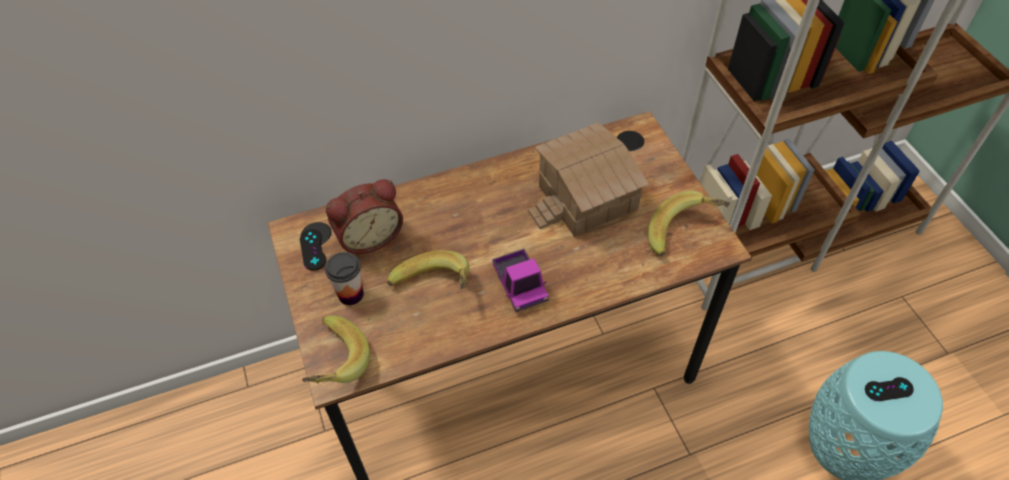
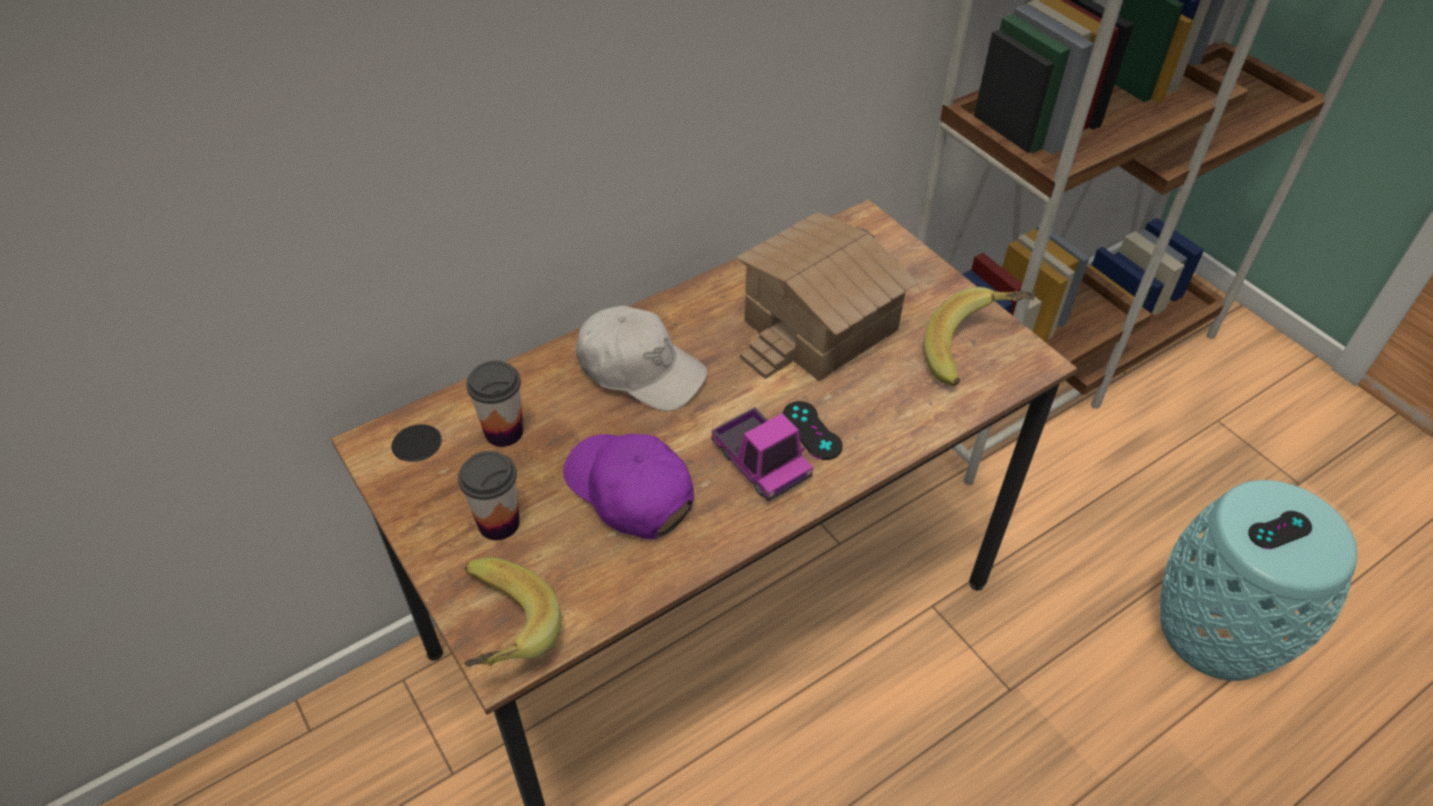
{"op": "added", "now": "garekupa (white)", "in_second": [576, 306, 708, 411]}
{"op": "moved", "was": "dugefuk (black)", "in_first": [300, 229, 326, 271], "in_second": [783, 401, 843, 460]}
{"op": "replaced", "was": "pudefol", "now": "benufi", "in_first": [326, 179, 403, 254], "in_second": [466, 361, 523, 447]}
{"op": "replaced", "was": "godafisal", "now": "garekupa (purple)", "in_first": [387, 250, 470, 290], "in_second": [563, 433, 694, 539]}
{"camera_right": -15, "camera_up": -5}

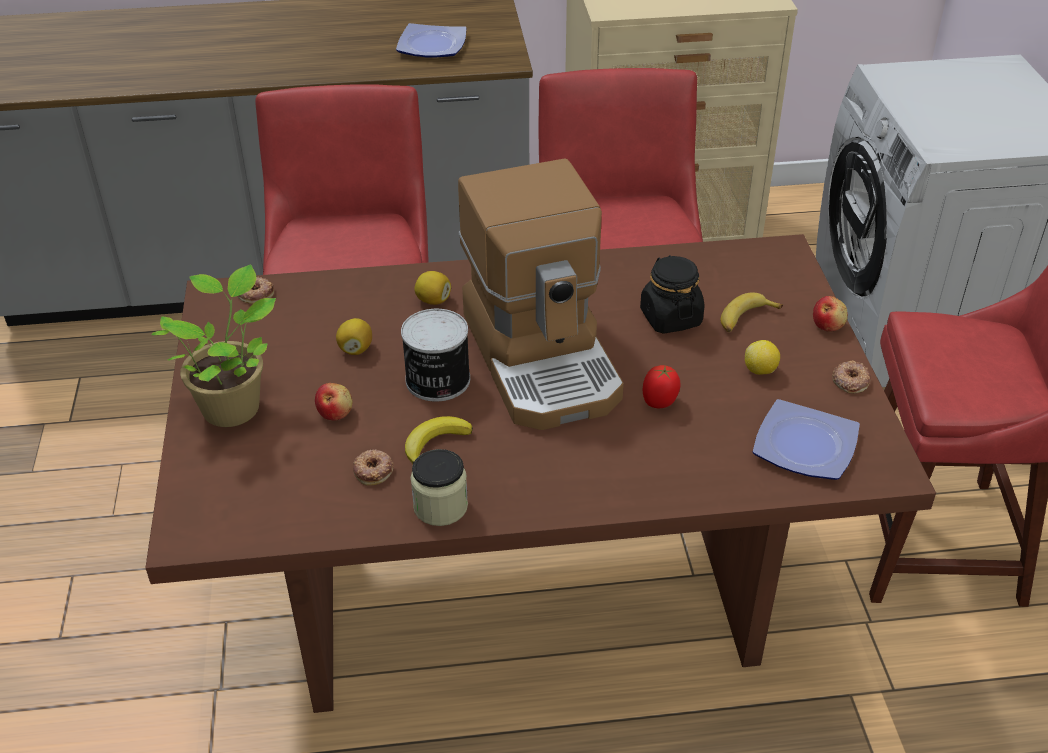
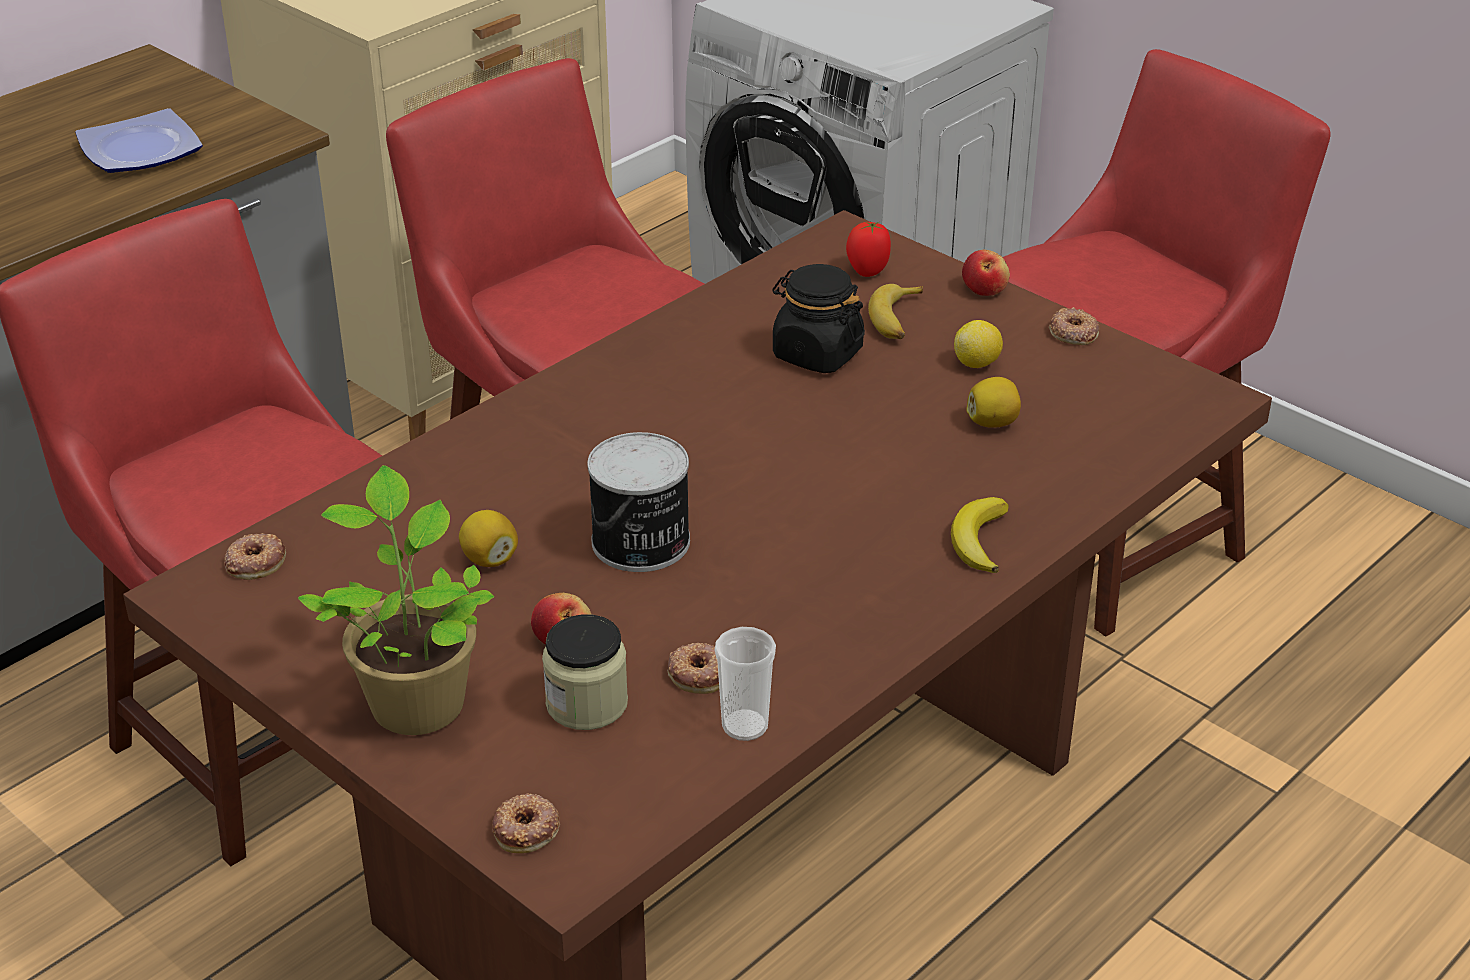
{"op": "removed", "was": "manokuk", "in_first": [458, 158, 624, 430]}
{"op": "removed", "was": "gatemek", "in_first": [752, 399, 860, 480]}
{"op": "added", "now": "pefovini", "in_second": [492, 793, 560, 854]}
{"op": "added", "now": "benufi", "in_second": [715, 627, 776, 741]}
{"op": "moved", "was": "godafisal", "in_first": [405, 416, 473, 464], "in_second": [951, 497, 1009, 573]}
{"op": "moved", "was": "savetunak", "in_first": [411, 449, 468, 526], "in_second": [542, 614, 628, 730]}
{"op": "moved", "was": "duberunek", "in_first": [414, 271, 451, 305], "in_second": [966, 377, 1021, 428]}
{"op": "moved", "was": "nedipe", "in_first": [643, 365, 680, 408], "in_second": [846, 222, 891, 277]}
{"camera_right": -40, "camera_up": -5}

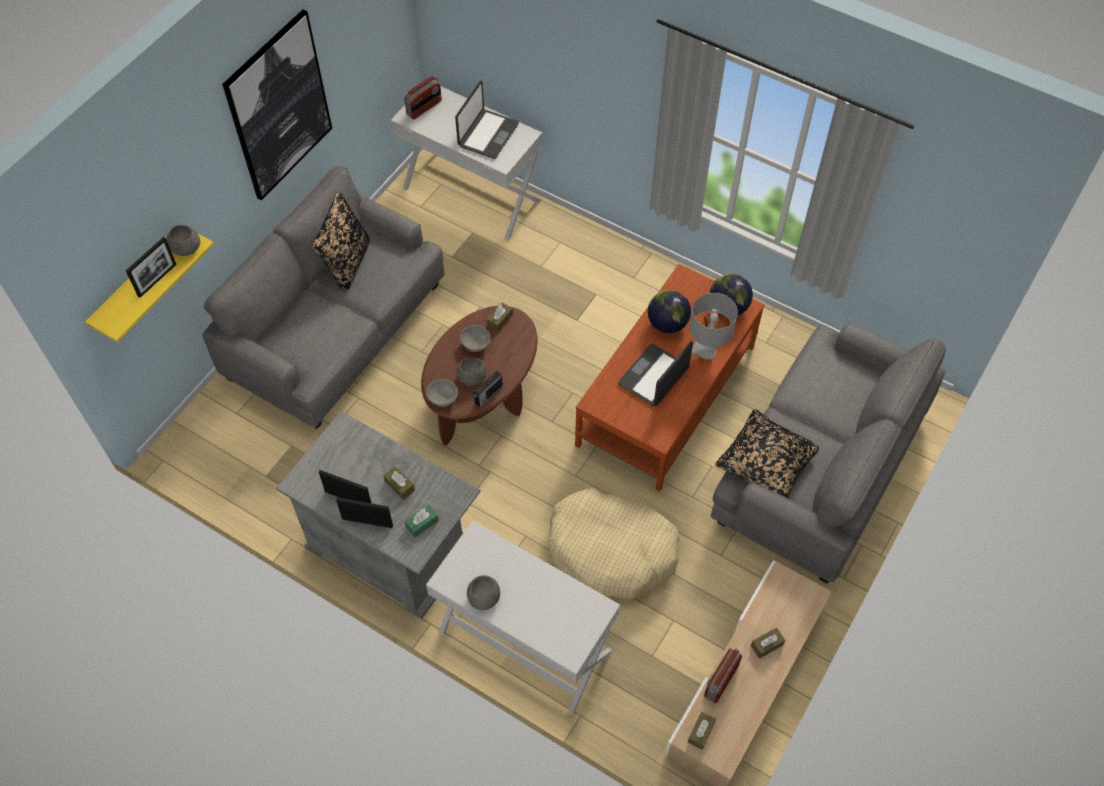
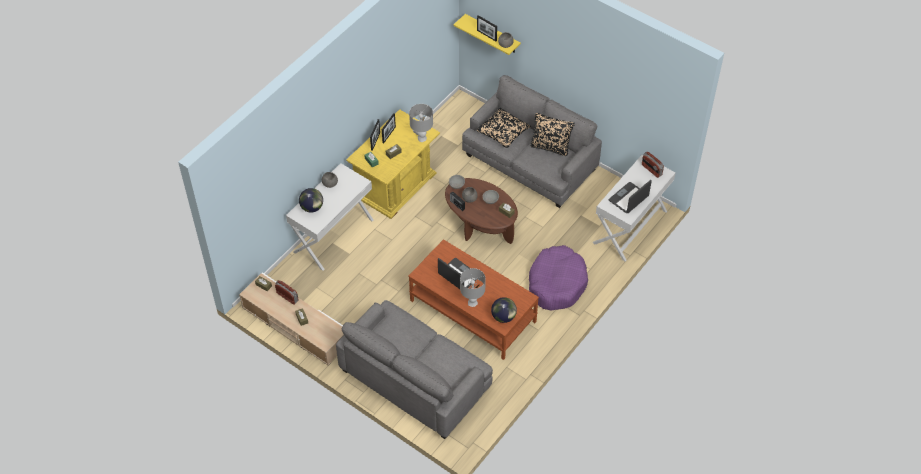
{"op": "removed", "was": "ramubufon", "in_first": [222, 9, 332, 201]}
{"op": "removed", "was": "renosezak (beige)", "in_first": [548, 488, 680, 599]}
{"op": "added", "now": "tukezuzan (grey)", "in_second": [409, 104, 433, 142]}
{"op": "added", "now": "renosezak (purple)", "in_second": [529, 245, 588, 310]}
{"op": "moved", "was": "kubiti", "in_first": [648, 290, 691, 333], "in_second": [299, 188, 323, 213]}
{"op": "moved", "was": "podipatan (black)", "in_first": [716, 409, 819, 498], "in_second": [477, 108, 531, 148]}
{"op": "recoloured", "was": "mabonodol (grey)", "now": "mabonodol (yellow)", "in_first": [276, 411, 481, 618], "in_second": [346, 109, 440, 219]}
{"op": "turned", "was": "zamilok", "in_first": [455, 81, 519, 159], "in_second": [609, 180, 652, 213], "clockwise": 105}
{"camera_right": 95, "camera_up": -5}

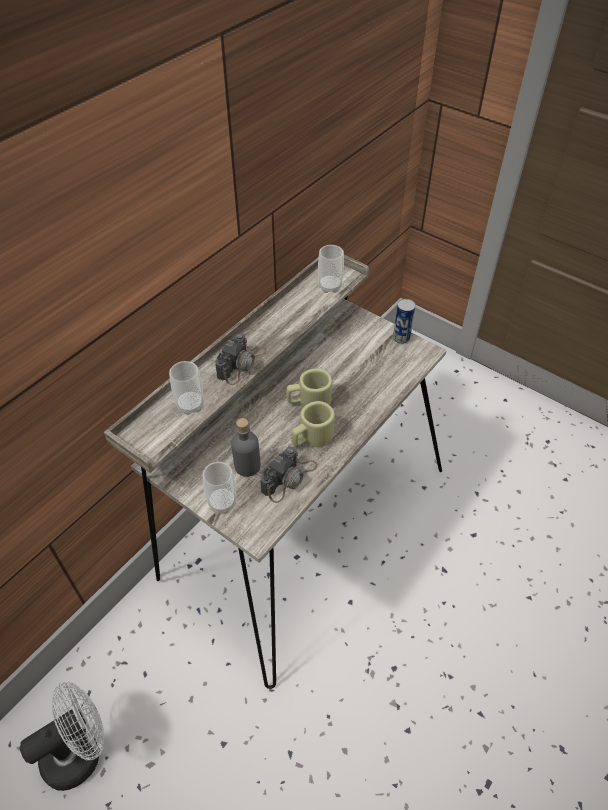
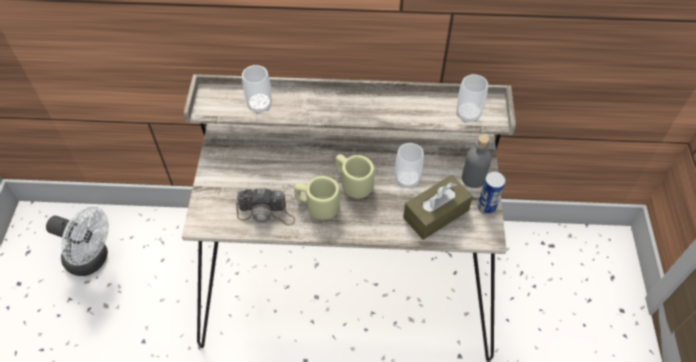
{"op": "removed", "was": "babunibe", "in_first": [215, 333, 267, 385]}
{"op": "added", "now": "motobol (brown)", "in_second": [403, 175, 473, 240]}
{"op": "moved", "was": "benufi", "in_first": [203, 462, 236, 514], "in_second": [395, 143, 424, 188]}
{"op": "moved", "was": "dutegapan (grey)", "in_first": [231, 418, 261, 477], "in_second": [462, 135, 492, 188]}
{"camera_right": 55, "camera_up": 5}

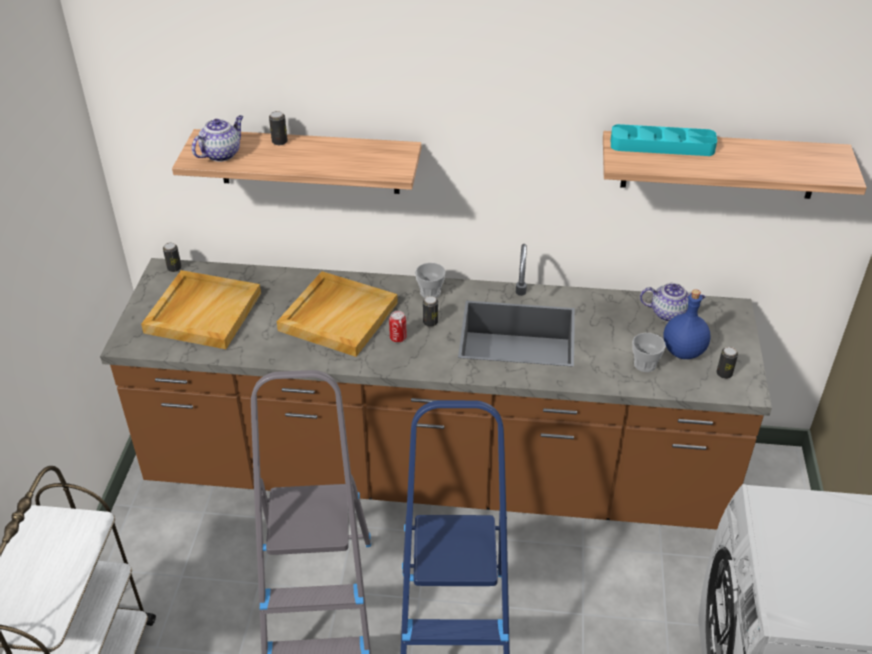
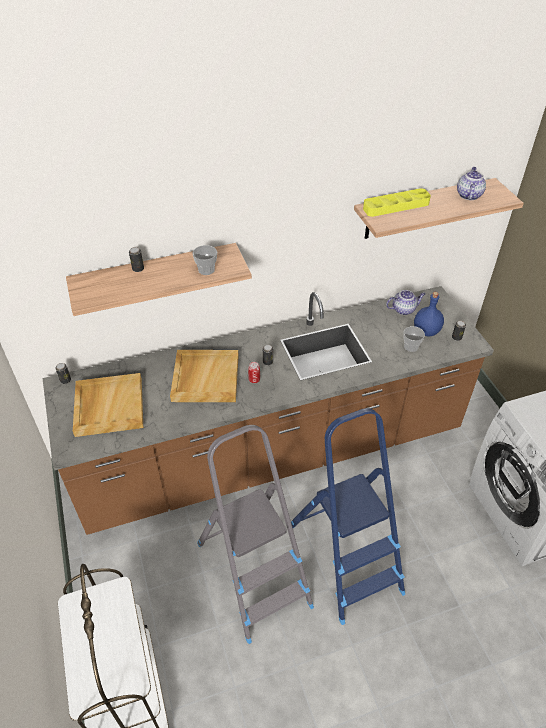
{"op": "moved", "was": "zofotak", "in_first": [192, 115, 243, 162], "in_second": [457, 167, 486, 200]}
{"op": "moved", "was": "benufi", "in_first": [415, 263, 446, 298], "in_second": [192, 245, 217, 275]}
{"op": "recoloured", "was": "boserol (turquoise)", "now": "boserol (yellow)", "in_first": [611, 124, 717, 156], "in_second": [363, 188, 431, 217]}
{"camera_right": -25, "camera_up": 5}

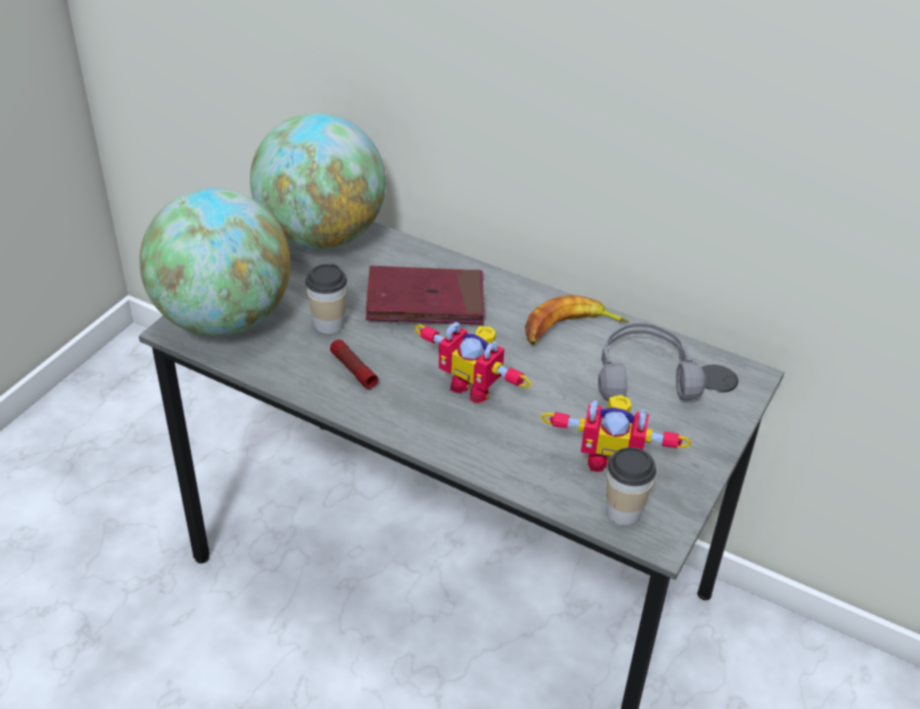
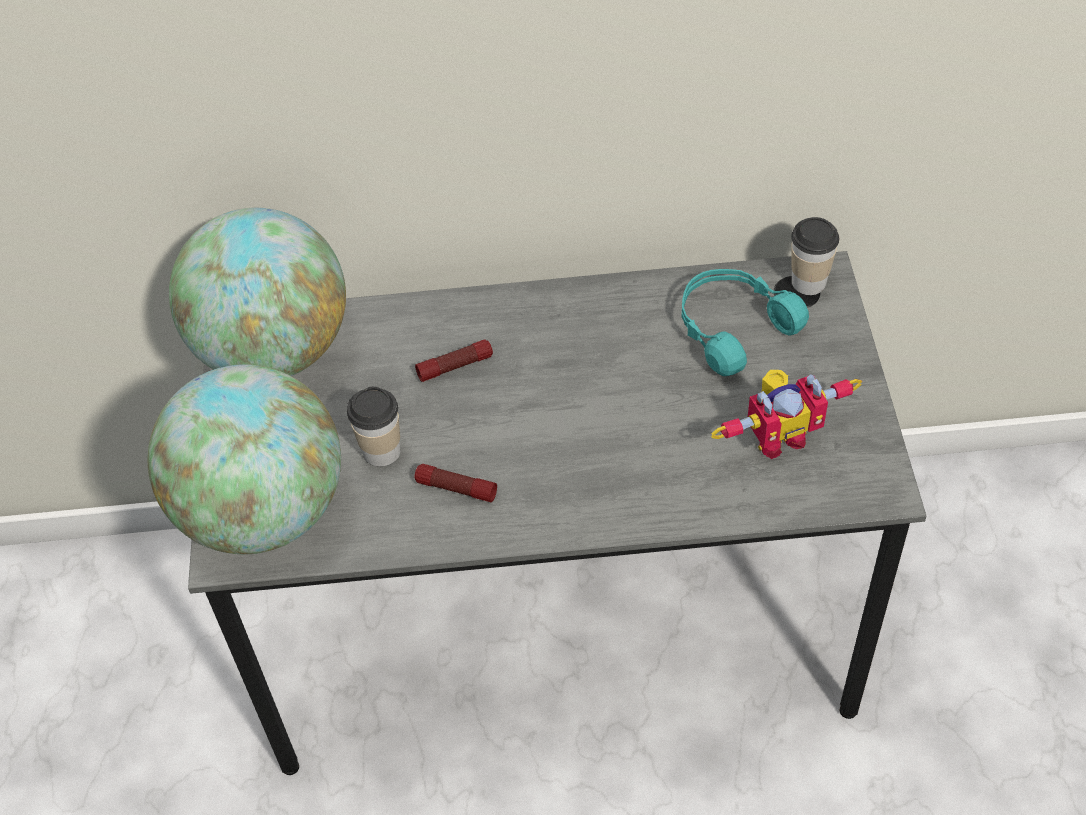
{"op": "removed", "was": "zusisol", "in_first": [415, 322, 531, 403]}
{"op": "removed", "was": "godafisal", "in_first": [524, 295, 629, 345]}
{"op": "moved", "was": "benufi", "in_first": [606, 447, 656, 525], "in_second": [791, 217, 839, 295]}
{"op": "replaced", "was": "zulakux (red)", "now": "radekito", "in_first": [366, 266, 484, 325], "in_second": [415, 340, 493, 382]}
{"op": "recoloured", "was": "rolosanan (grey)", "now": "rolosanan (turquoise)", "in_first": [598, 322, 706, 401], "in_second": [682, 269, 809, 376]}
{"camera_right": -30, "camera_up": 10}

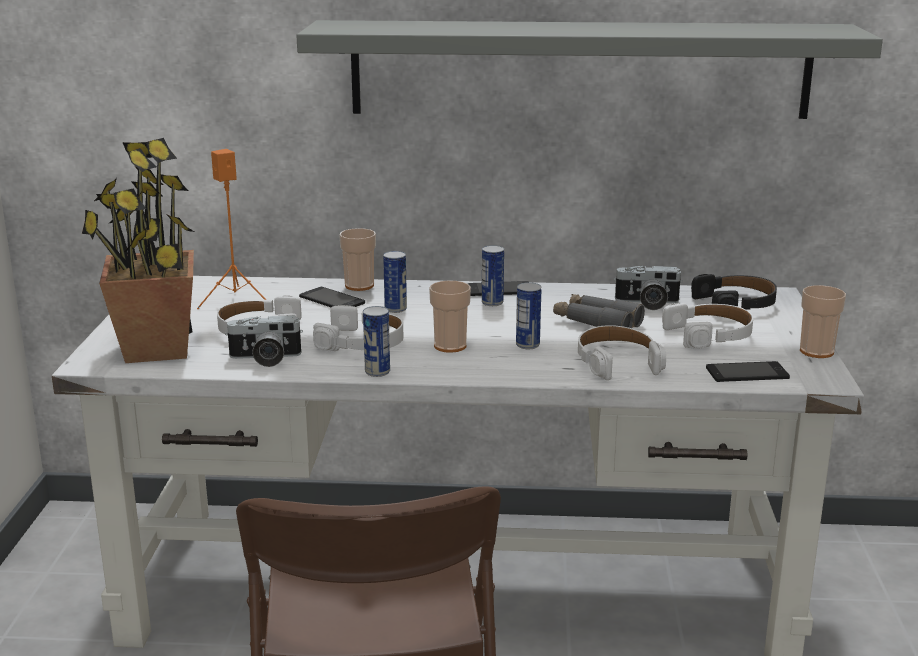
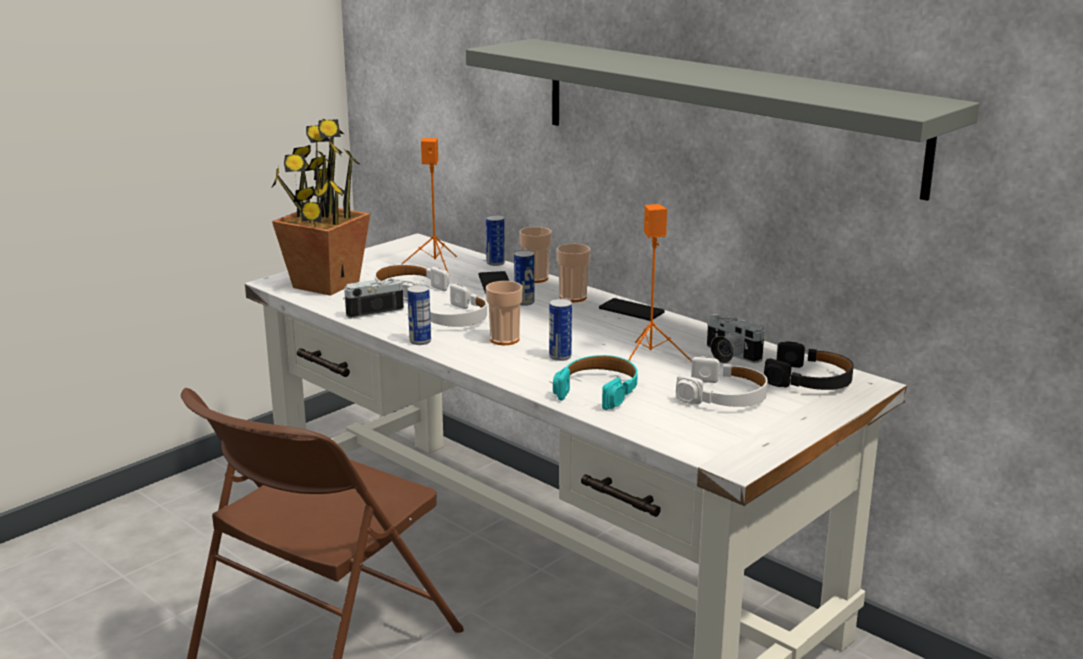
{"op": "removed", "was": "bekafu", "in_first": [706, 361, 790, 382]}
{"op": "moved", "was": "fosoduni", "in_first": [482, 245, 504, 306], "in_second": [486, 215, 505, 266]}
{"op": "moved", "was": "benufi", "in_first": [800, 285, 846, 358], "in_second": [557, 244, 591, 302]}
{"op": "replaced", "was": "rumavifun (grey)", "now": "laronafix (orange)", "in_first": [553, 294, 645, 328], "in_second": [628, 204, 692, 362]}
{"op": "recoloured", "was": "rolosanan (white)", "now": "rolosanan (turquoise)", "in_first": [578, 325, 666, 380], "in_second": [553, 355, 638, 410]}
{"op": "turned", "was": "babunibe", "in_first": [225, 315, 303, 367], "in_second": [343, 278, 405, 319], "clockwise": 120}
{"camera_right": 40, "camera_up": 0}

